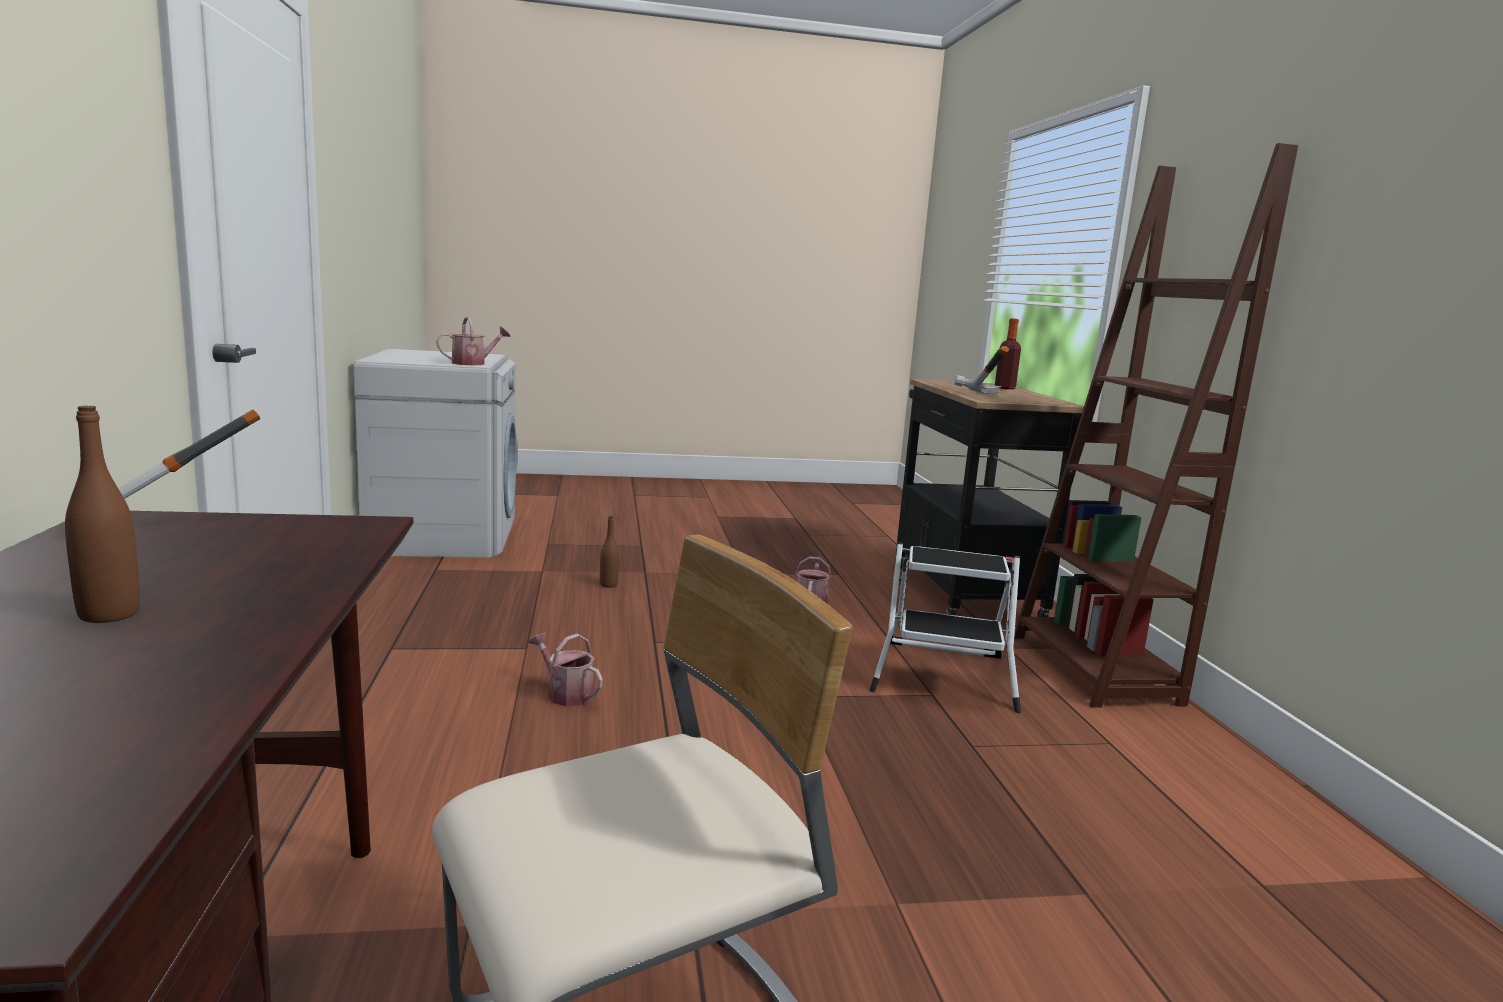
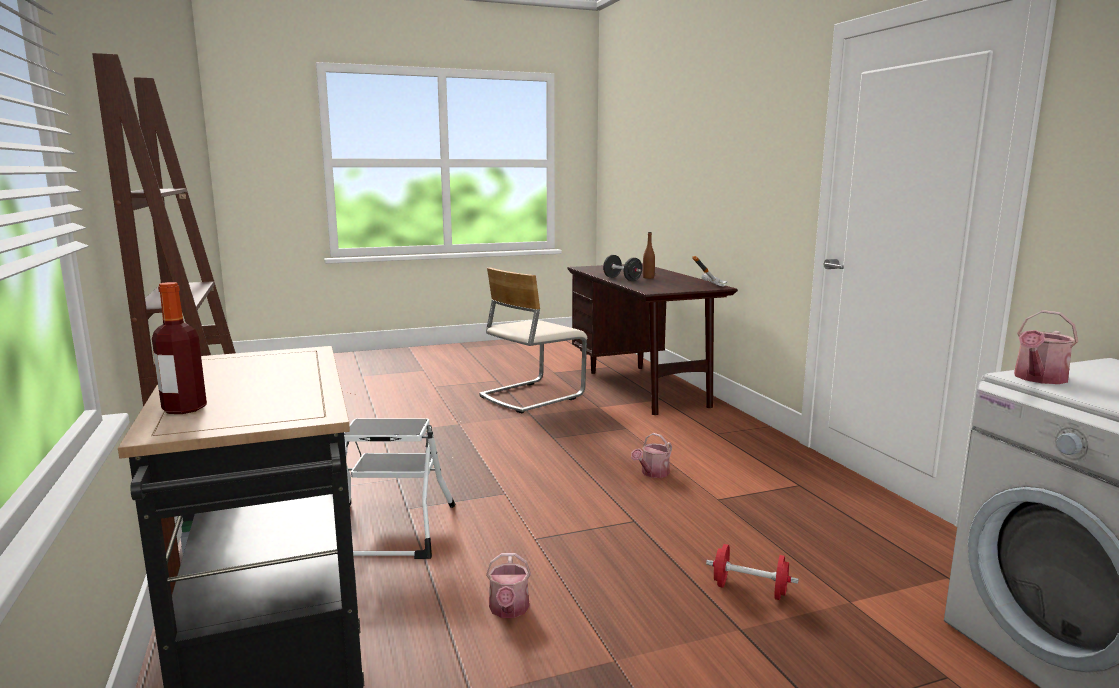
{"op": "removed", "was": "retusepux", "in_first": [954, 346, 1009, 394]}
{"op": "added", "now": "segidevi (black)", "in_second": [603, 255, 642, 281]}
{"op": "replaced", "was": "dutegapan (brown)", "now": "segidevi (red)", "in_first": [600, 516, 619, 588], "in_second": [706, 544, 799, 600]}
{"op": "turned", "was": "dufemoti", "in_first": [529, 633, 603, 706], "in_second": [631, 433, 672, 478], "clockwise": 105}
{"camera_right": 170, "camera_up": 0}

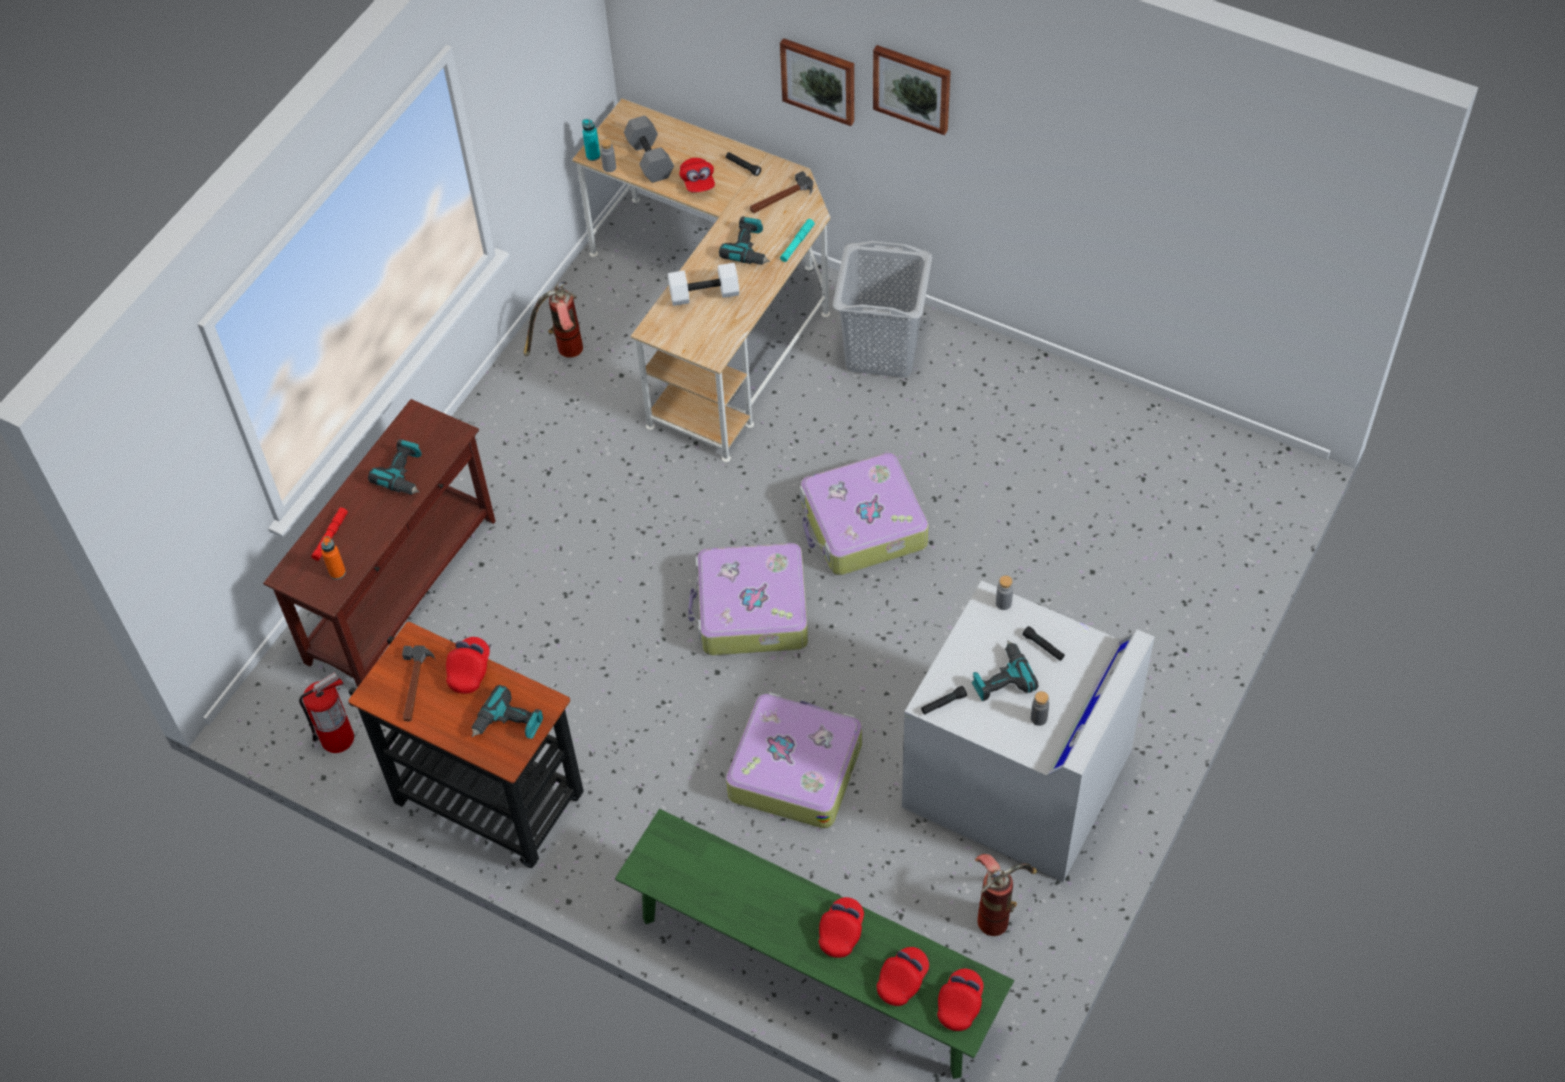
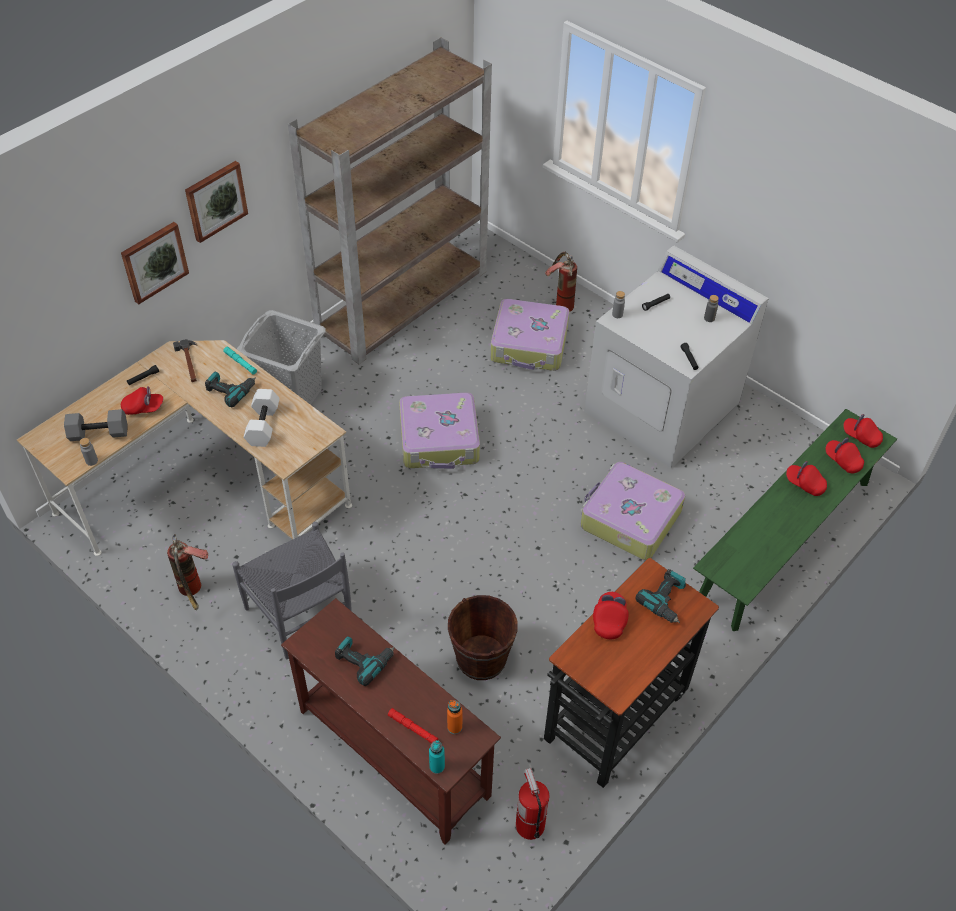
{"op": "removed", "was": "retusepux", "in_first": [402, 645, 435, 721]}
{"op": "removed", "was": "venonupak", "in_first": [972, 640, 1038, 701]}
{"op": "added", "now": "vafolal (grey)", "in_second": [232, 522, 352, 659]}
{"op": "added", "now": "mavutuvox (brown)", "in_second": [288, 38, 492, 364]}
{"op": "added", "now": "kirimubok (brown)", "in_second": [448, 595, 518, 680]}
{"op": "moved", "was": "dutegapan (turquoise)", "in_first": [582, 119, 600, 161], "in_second": [429, 740, 445, 774]}
{"op": "moved", "was": "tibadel", "in_first": [688, 543, 808, 655], "in_second": [490, 299, 569, 371]}
{"op": "moved", "was": "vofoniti", "in_first": [975, 854, 1037, 936], "in_second": [545, 252, 577, 312]}
{"op": "turned", "was": "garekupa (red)", "in_first": [446, 637, 490, 694], "in_second": [593, 592, 629, 639], "clockwise": 75}
{"camera_right": -80, "camera_up": -5}

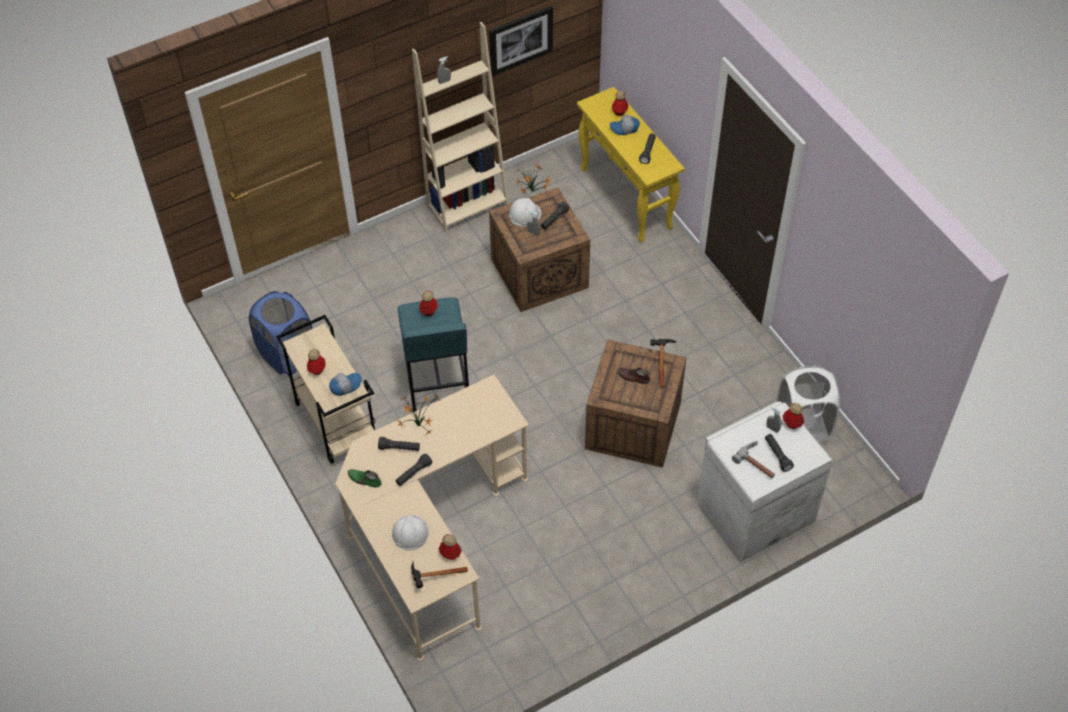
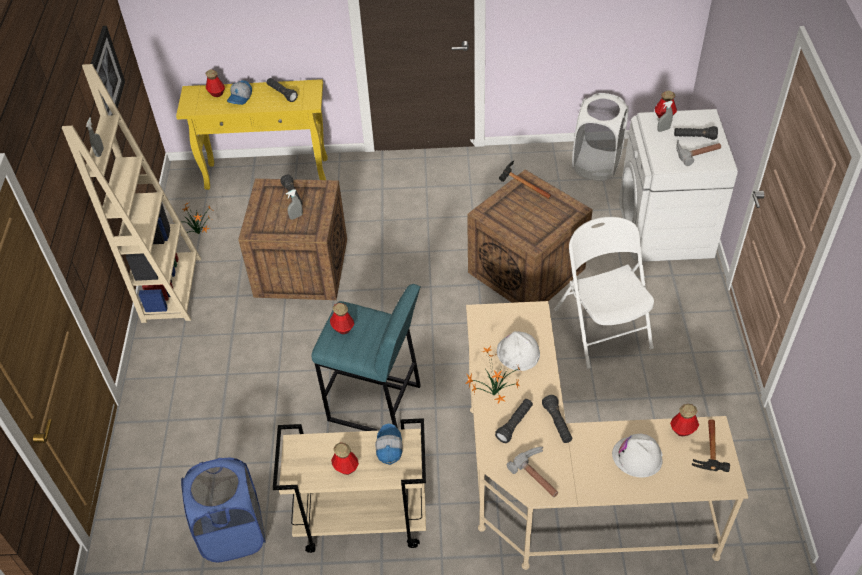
{"op": "removed", "was": "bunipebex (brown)", "in_first": [617, 367, 650, 384]}
{"op": "added", "now": "vafolal (white)", "in_second": [554, 217, 654, 369]}
{"op": "moved", "was": "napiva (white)", "in_first": [509, 198, 541, 226], "in_second": [497, 331, 540, 371]}
{"op": "replaced", "was": "bunipebex (green)", "now": "retusepux", "in_first": [348, 469, 382, 487], "in_second": [507, 447, 558, 497]}
{"camera_right": -60, "camera_up": -5}

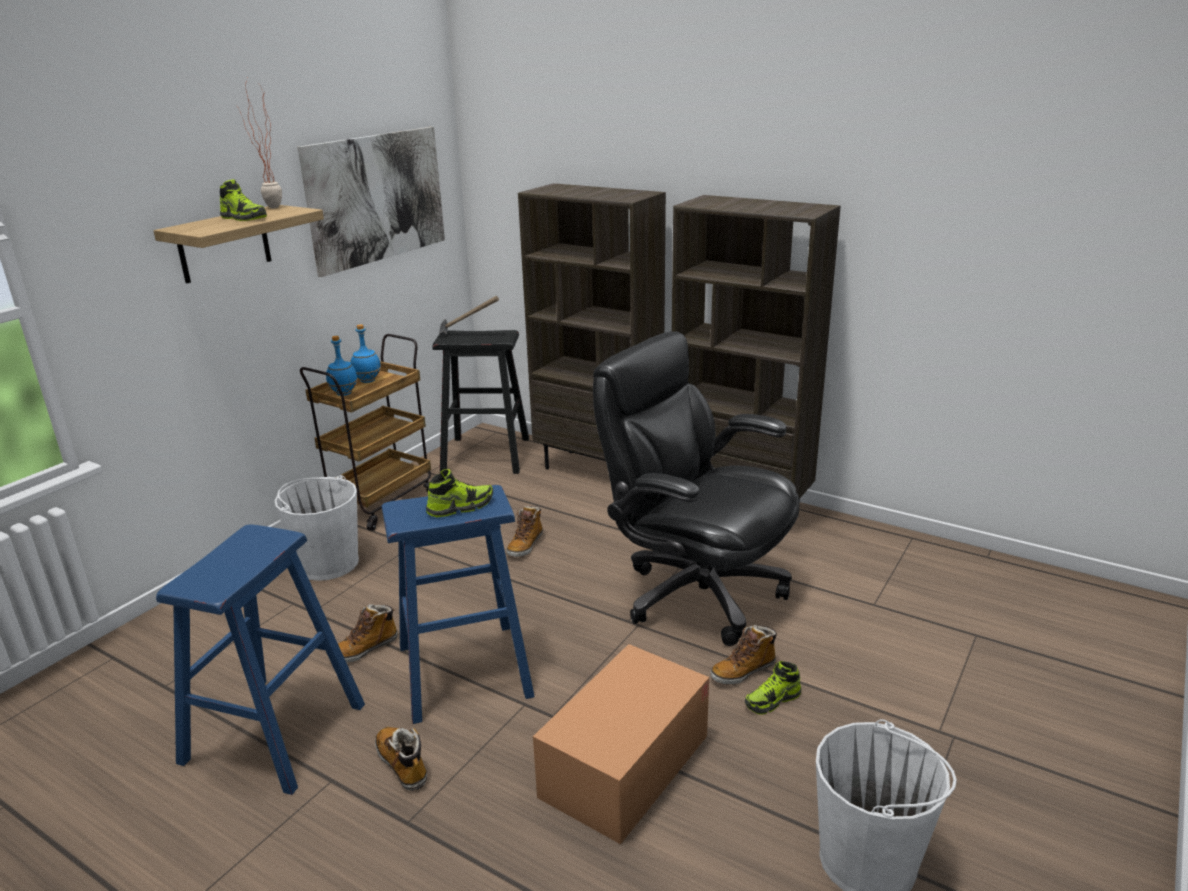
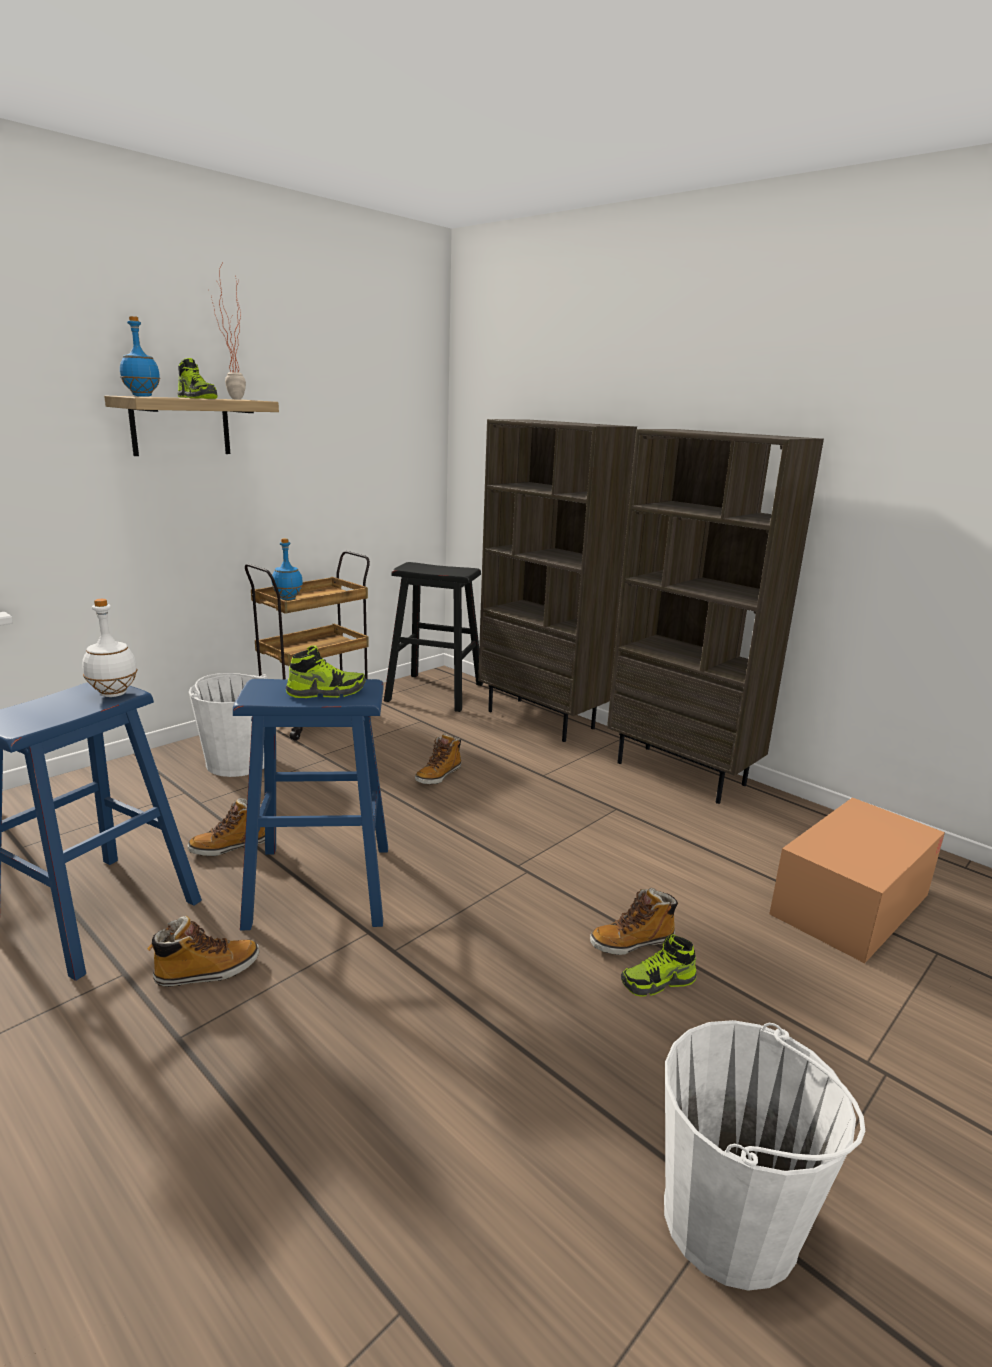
{"op": "removed", "was": "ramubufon", "in_first": [298, 127, 445, 277]}
{"op": "removed", "was": "retusepux", "in_first": [439, 296, 499, 337]}
{"op": "removed", "was": "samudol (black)", "in_first": [593, 331, 800, 646]}
{"op": "added", "now": "dutegapan (white)", "in_second": [82, 599, 138, 697]}
{"op": "moved", "was": "dutegapan (blue)", "in_first": [350, 324, 381, 383], "in_second": [120, 316, 160, 397]}
{"op": "moved", "was": "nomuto", "in_first": [533, 644, 709, 844], "in_second": [770, 797, 945, 963]}
{"op": "turned", "was": "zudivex", "in_first": [375, 727, 427, 791], "in_second": [147, 916, 259, 987], "clockwise": 90}
{"camera_right": 10, "camera_up": -5}

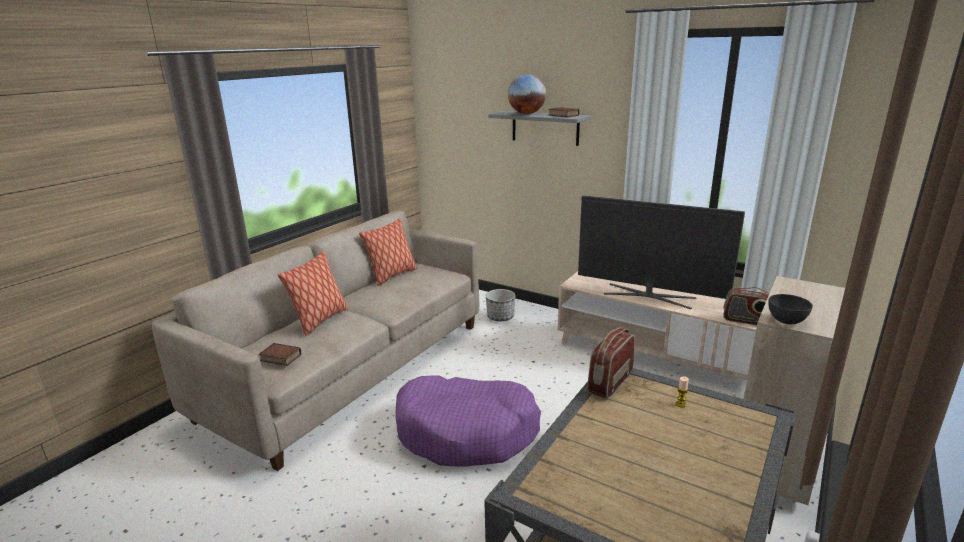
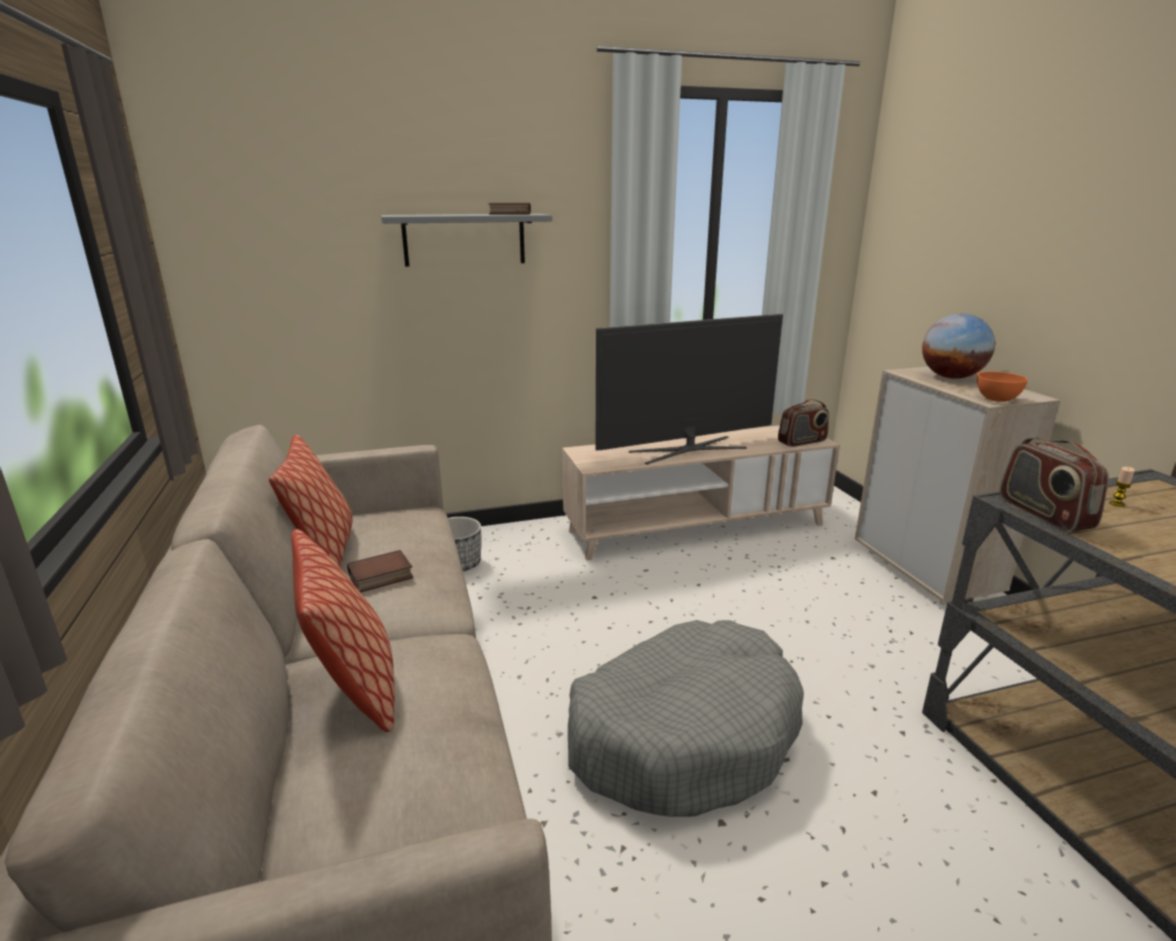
{"op": "moved", "was": "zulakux", "in_first": [259, 343, 301, 366], "in_second": [347, 550, 413, 592]}
{"op": "moved", "was": "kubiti", "in_first": [508, 74, 546, 114], "in_second": [922, 313, 995, 379]}
{"op": "recoloured", "was": "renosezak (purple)", "now": "renosezak (grey)", "in_first": [395, 375, 541, 467], "in_second": [568, 620, 804, 817]}
{"op": "recoloured", "was": "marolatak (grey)", "now": "marolatak (orange)", "in_first": [768, 294, 813, 324], "in_second": [977, 372, 1028, 402]}
{"camera_right": -50, "camera_up": 0}

